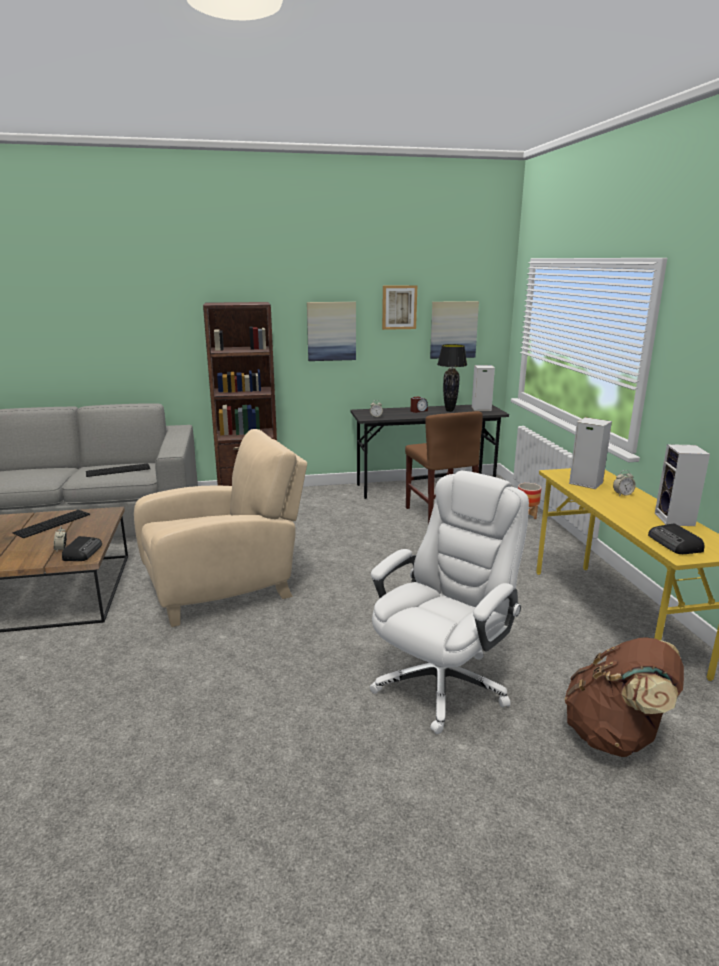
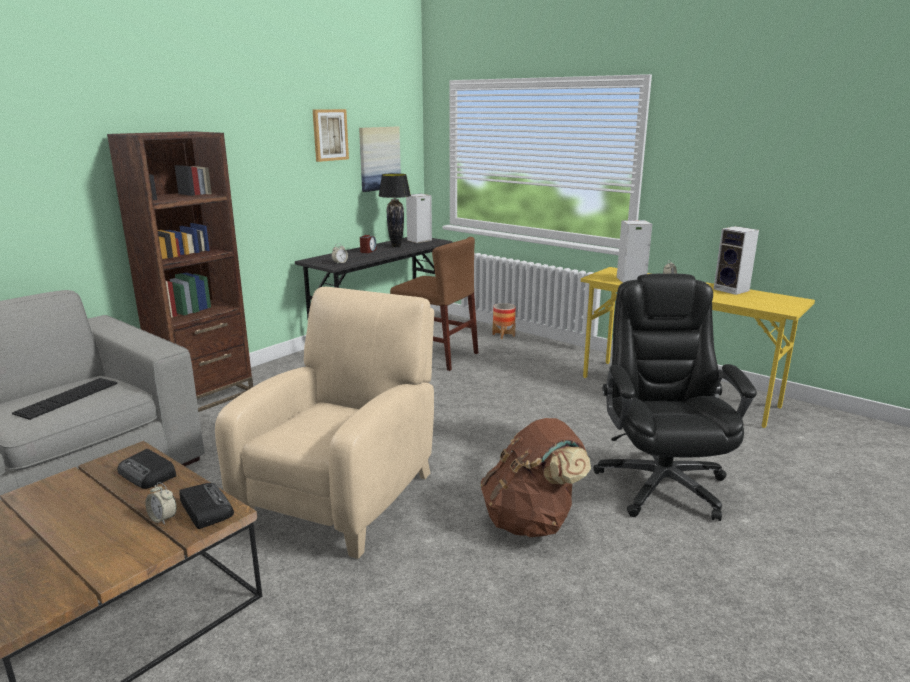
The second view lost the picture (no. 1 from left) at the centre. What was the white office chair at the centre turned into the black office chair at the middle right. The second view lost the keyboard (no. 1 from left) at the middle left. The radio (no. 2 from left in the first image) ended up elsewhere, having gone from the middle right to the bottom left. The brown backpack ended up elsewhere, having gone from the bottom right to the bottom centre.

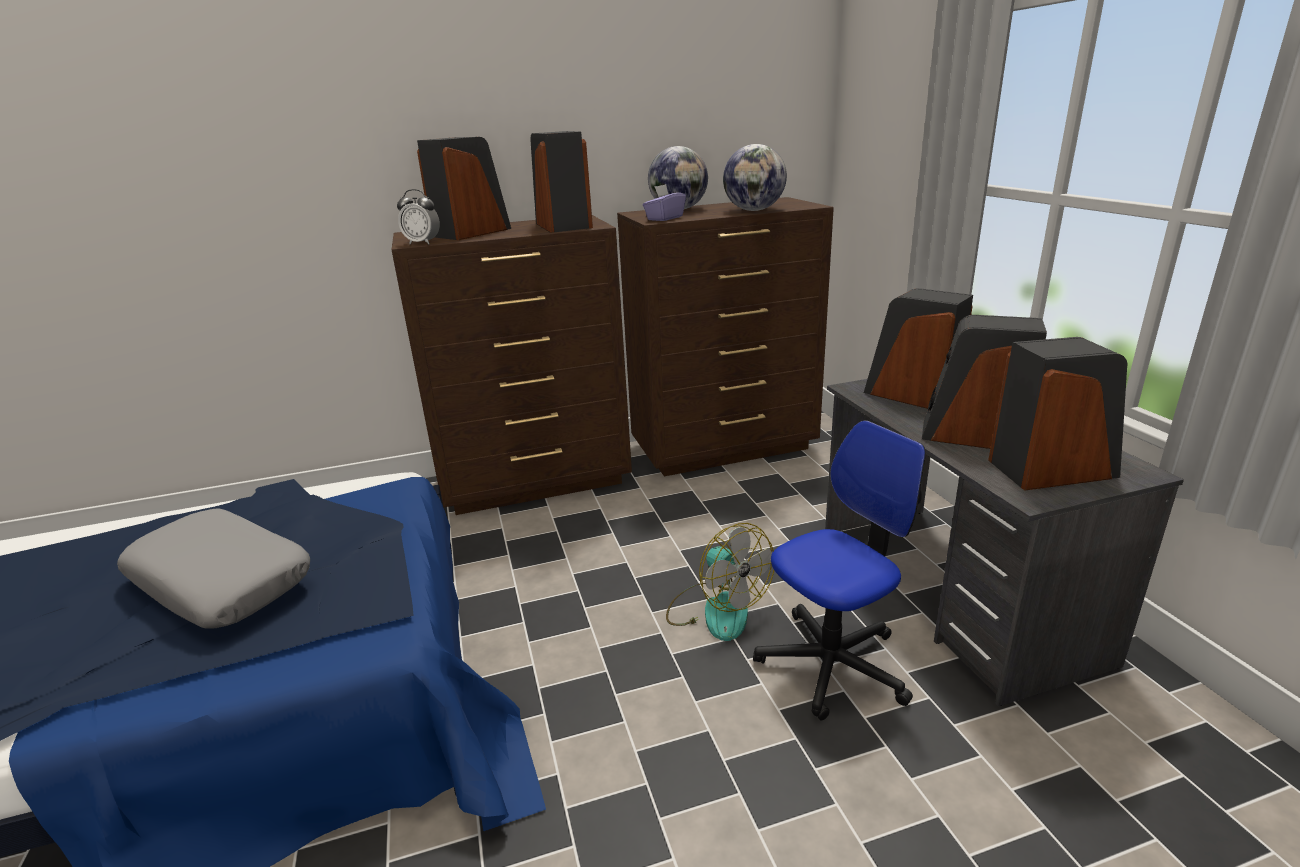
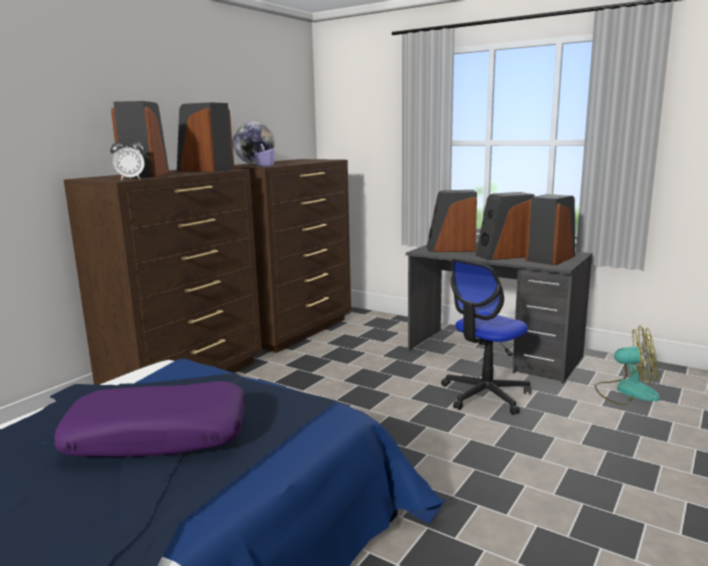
The second view lost the globe (no. 2 from left) at the top centre. The office chair at the centre ended up facing another way, 150 degrees counterclockwise from before. What was the grey pillow at the middle left turned into the purple pillow at the bottom left. The fan ended up elsewhere, having gone from the bottom centre to the middle right.

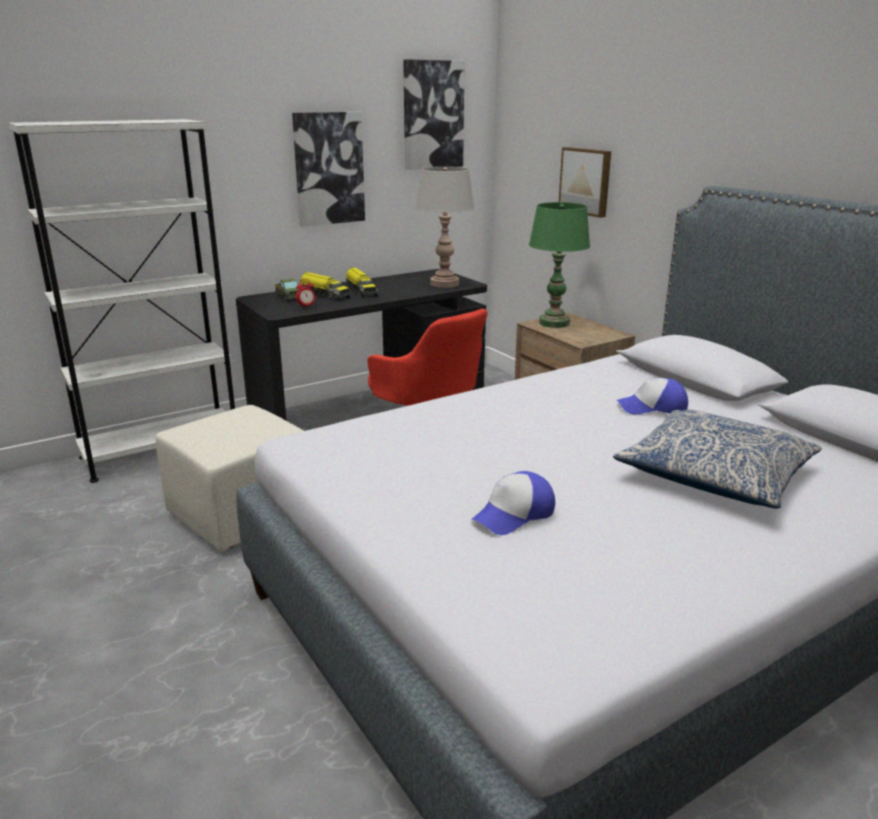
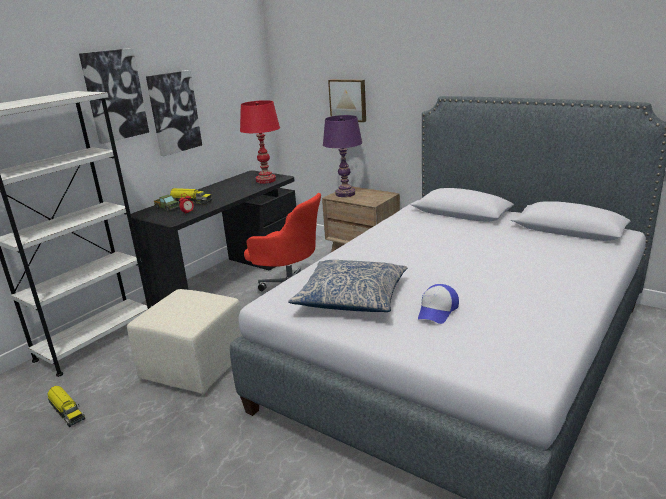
The picture (no. 2 from left in the first image) ended up elsewhere, having gone from the top centre to the top left. What was the grey table lamp at the top centre turned into the red table lamp at the top centre. What was the green table lamp at the top centre turned into the purple table lamp at the top centre. The toy truck (no. 3 from left in the first image) ended up elsewhere, having gone from the centre to the bottom left. The second view lost the cap (no. 2 from left) at the middle right. The pillow ended up elsewhere, having gone from the middle right to the centre.

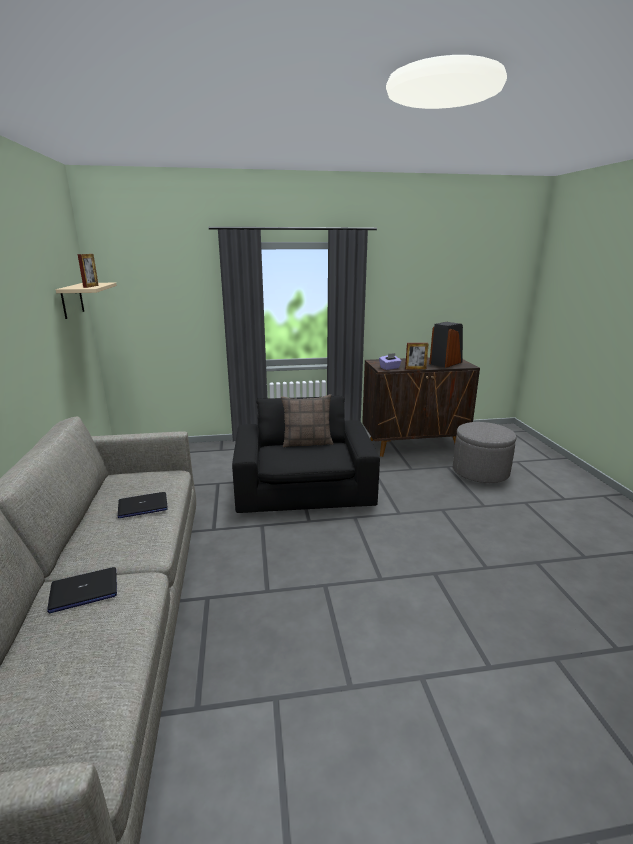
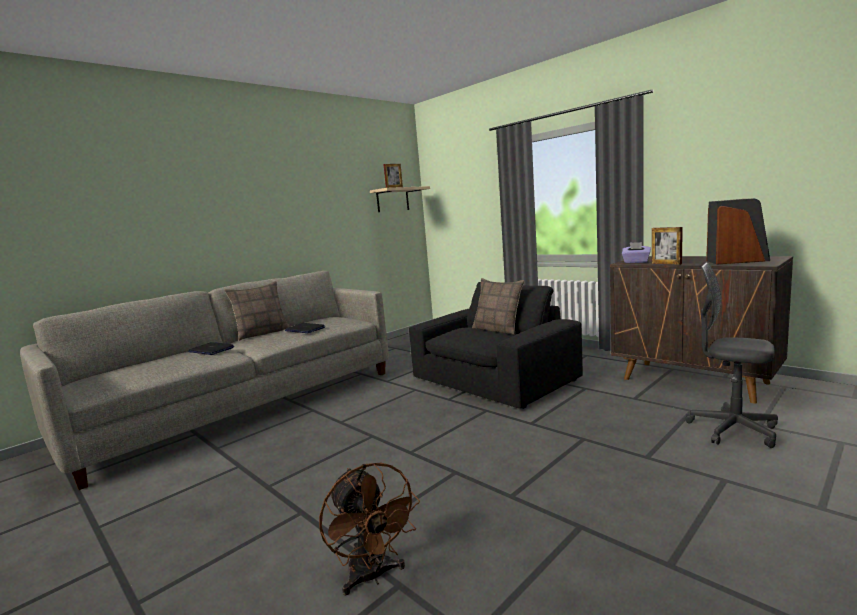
Where the grey ottoman stood at the middle right, the grey office chair came to stand at the middle right. The second view gained the pillow (no. 1 from left) at the middle left. The second view gained the brown fan at the bottom centre.

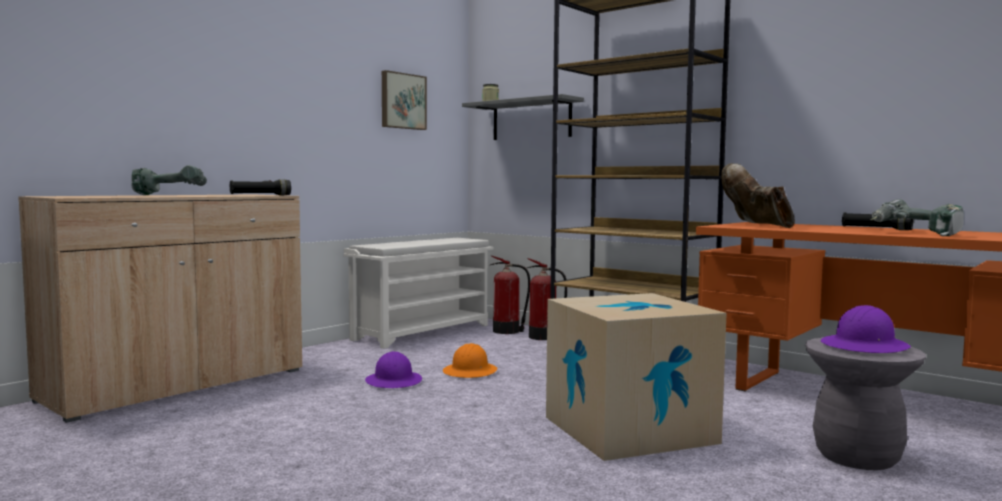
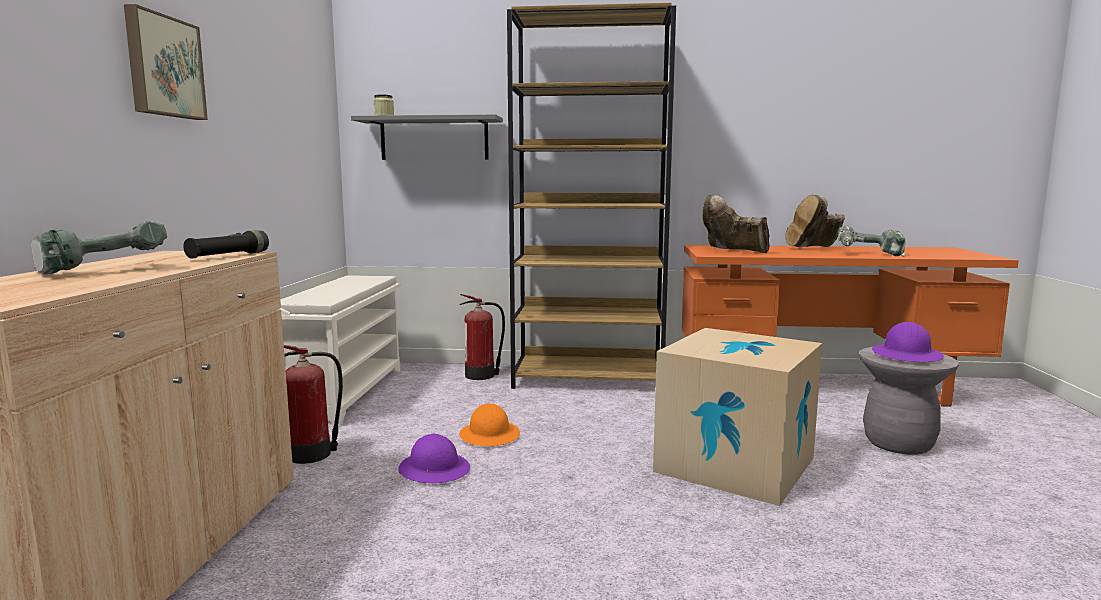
The picture ended up elsewhere, having gone from the top centre to the top left. Where the black flashlight (no. 2 from left) stood at the middle right, the brown boot (no. 2 from left) came to stand at the middle right. The fire extinguisher (no. 1 from left) ended up elsewhere, having gone from the centre to the bottom left.

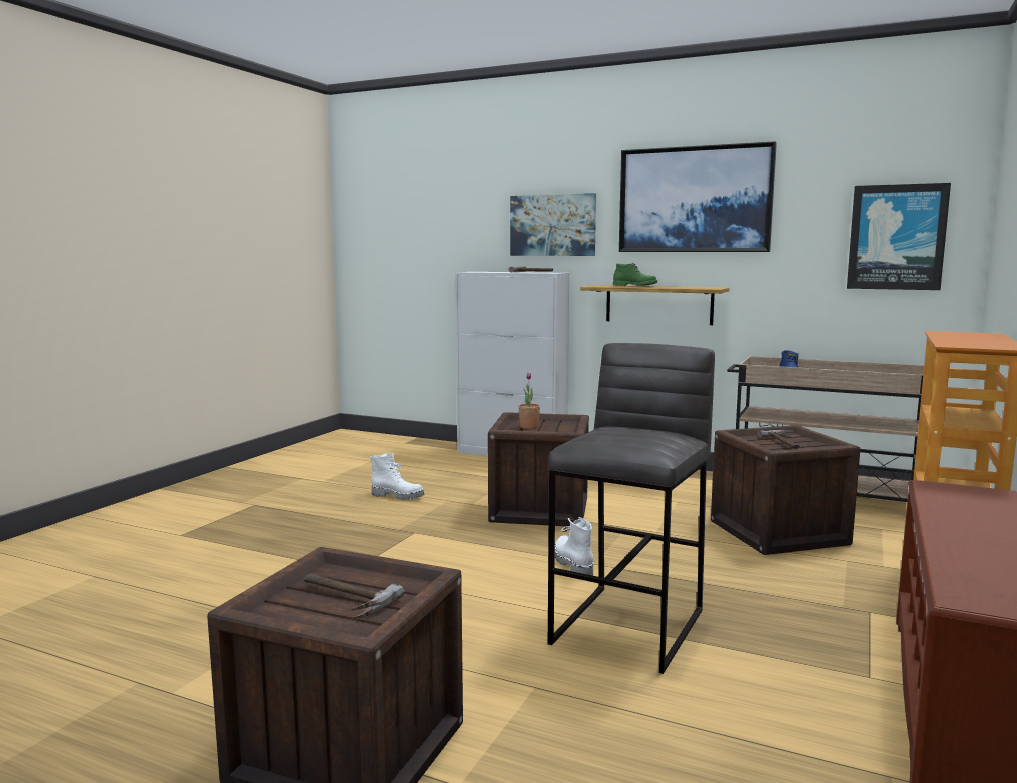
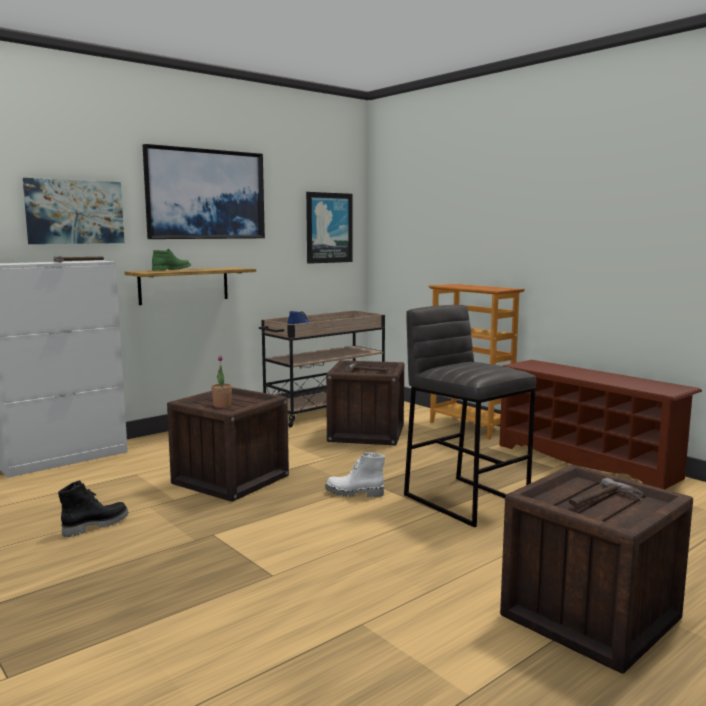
What was the white boot (no. 1 from left) at the centre turned into the black boot at the bottom left.

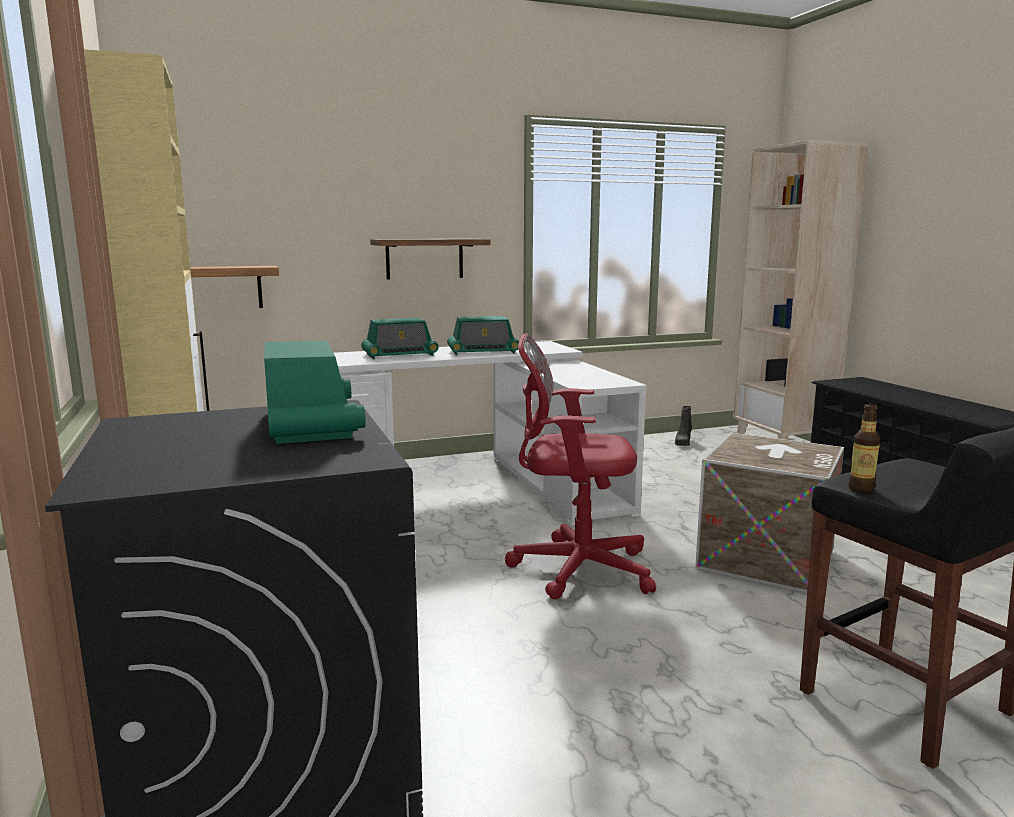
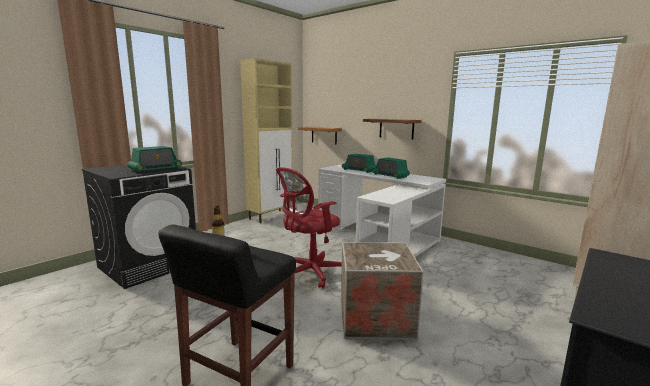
The red office chair at the centre ended up facing another way, 105 degrees counterclockwise from before. The second view lost the black boot at the middle right.

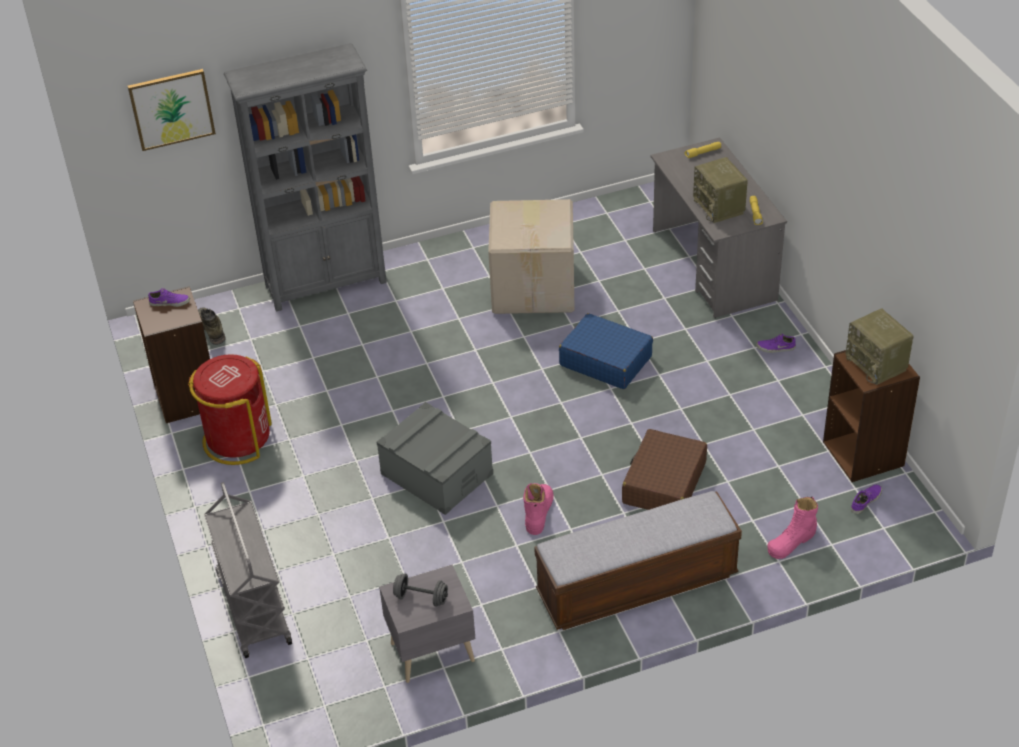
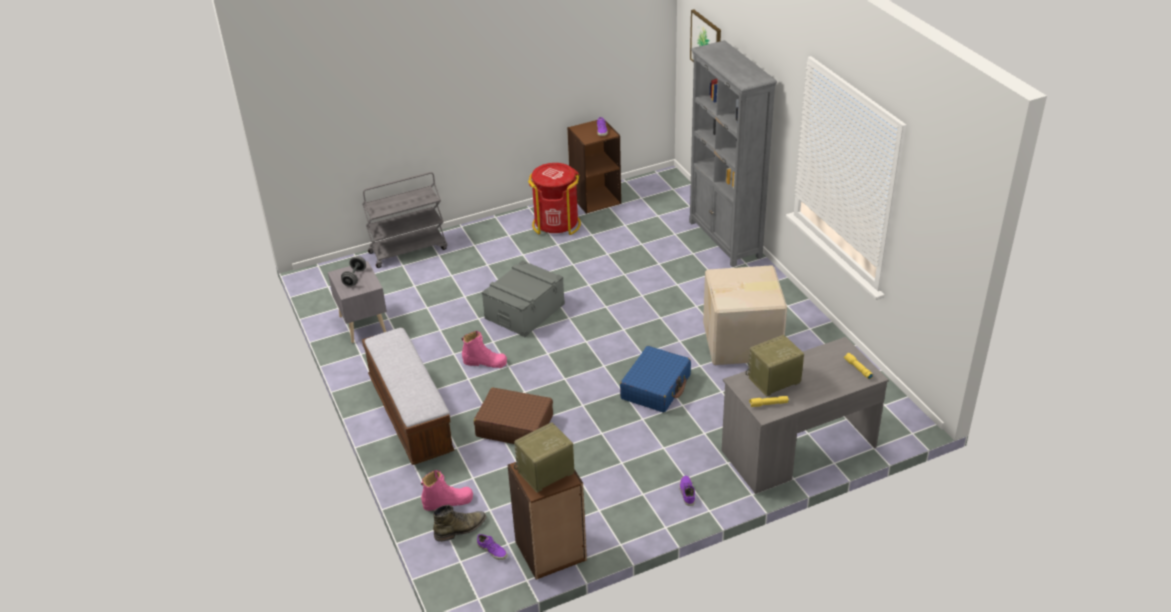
The green boot ended up elsewhere, having gone from the middle left to the bottom centre. The pink boot (no. 2 from left in the first image) at the bottom right ended up facing another way, 120 degrees clockwise from before.

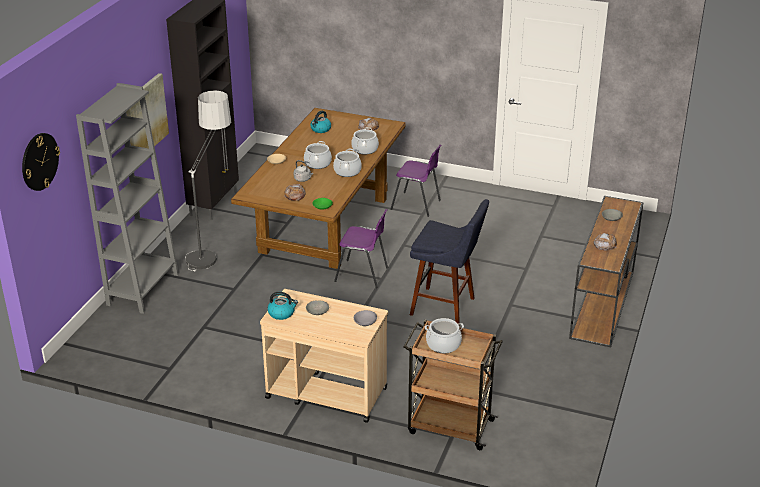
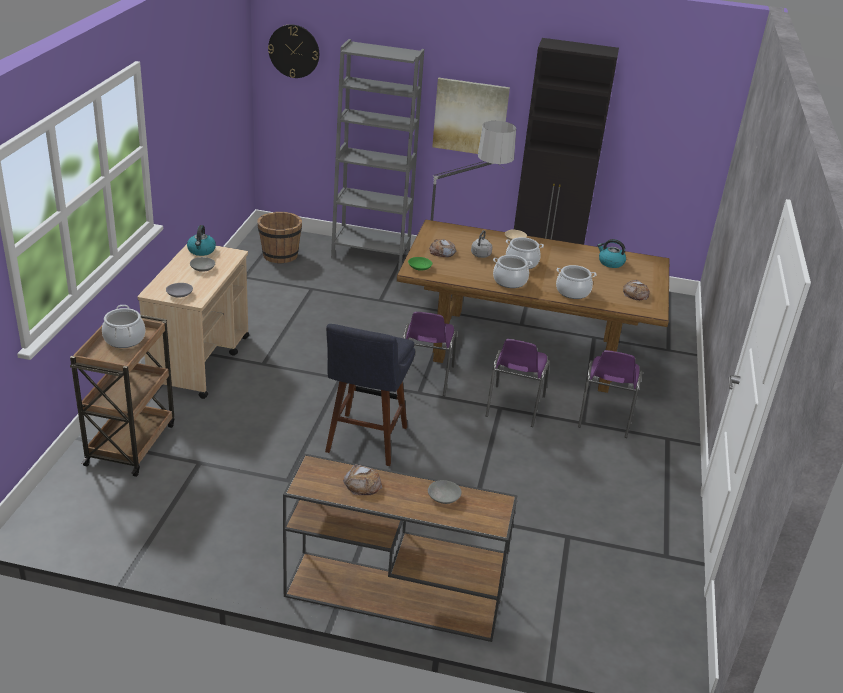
The second view gained the brown bucket at the middle left. The second view gained the purple chair (no. 2 from left) at the centre.

